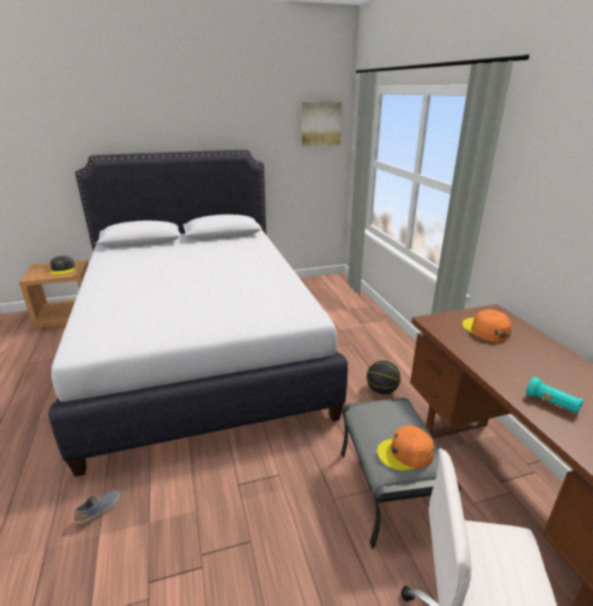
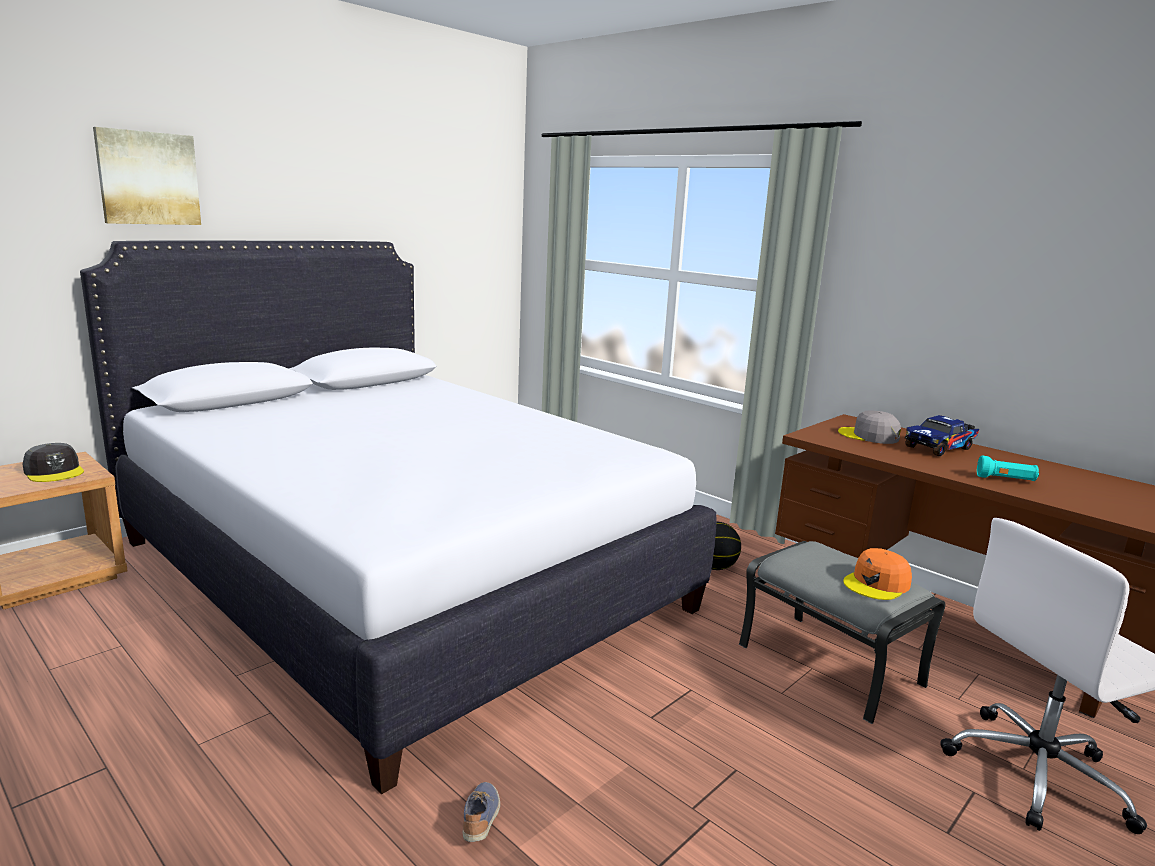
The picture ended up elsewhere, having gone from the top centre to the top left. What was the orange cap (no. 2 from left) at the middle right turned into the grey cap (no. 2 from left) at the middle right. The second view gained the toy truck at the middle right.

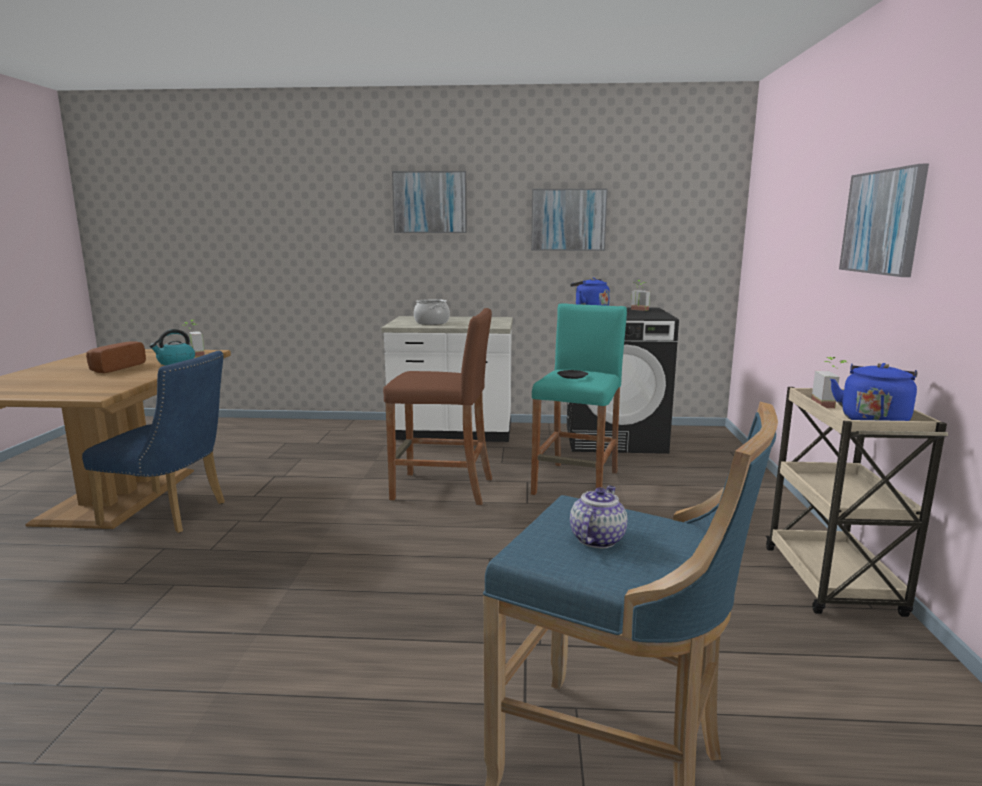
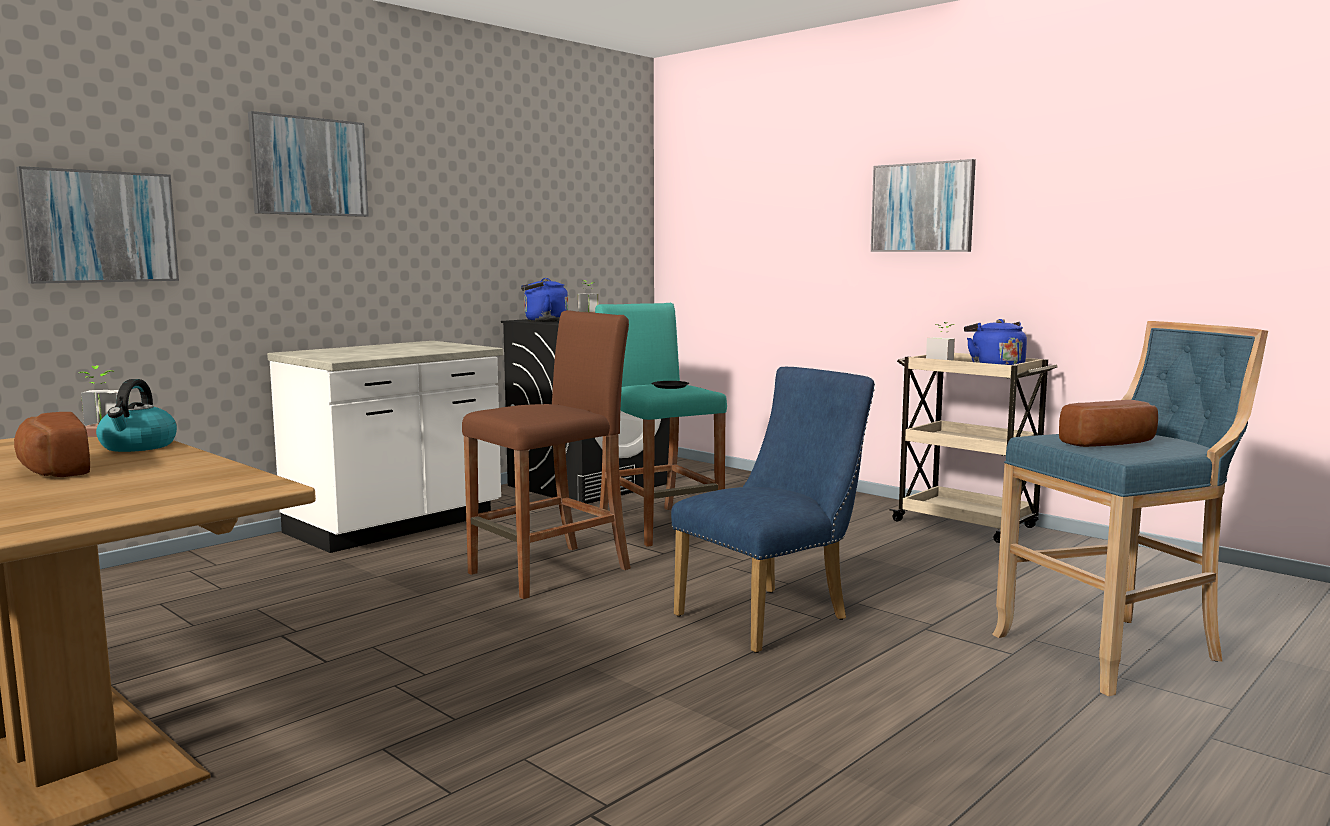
The picture (no. 2 from left in the first image) ended up elsewhere, having gone from the top centre to the top left. The second view lost the cooking pot at the centre. The blue chair ended up elsewhere, having gone from the middle left to the centre. Where the teapot stood at the centre, the bread (no. 2 from left) came to stand at the middle right.

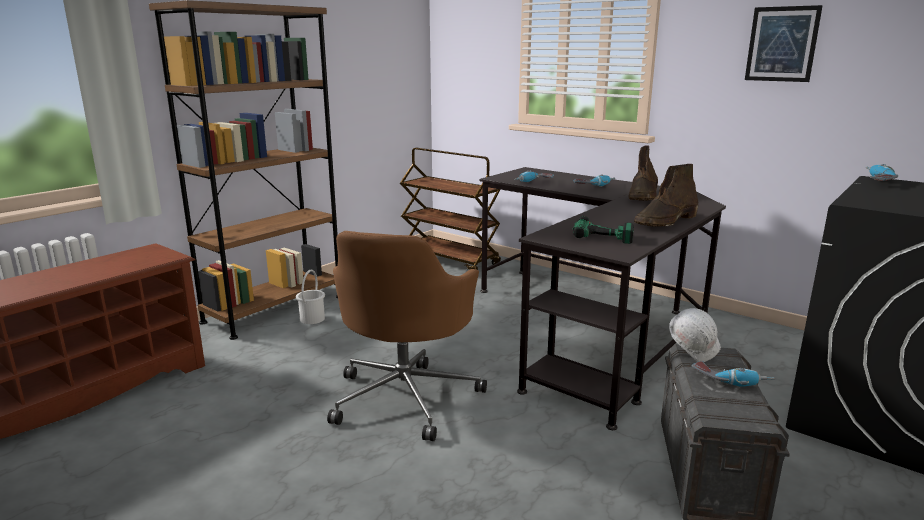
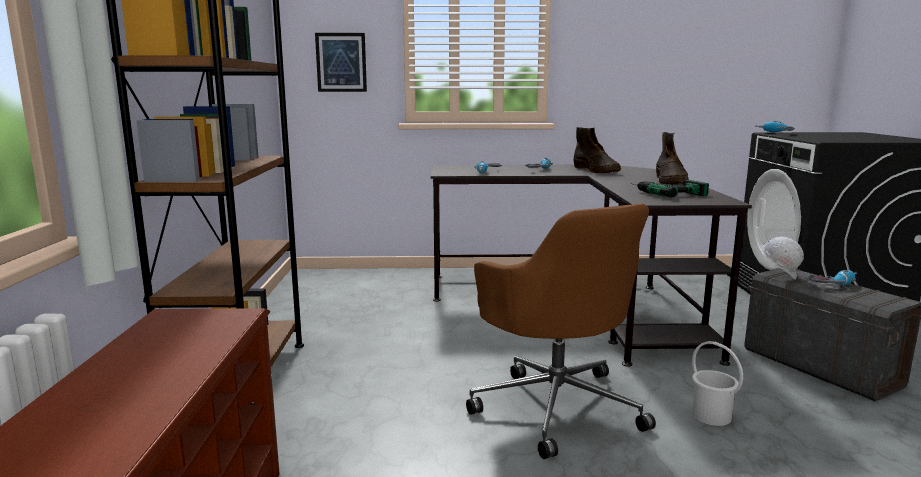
The picture ended up elsewhere, having gone from the top right to the top centre. The second view lost the brown cart at the centre. The white bucket ended up elsewhere, having gone from the centre to the bottom right.

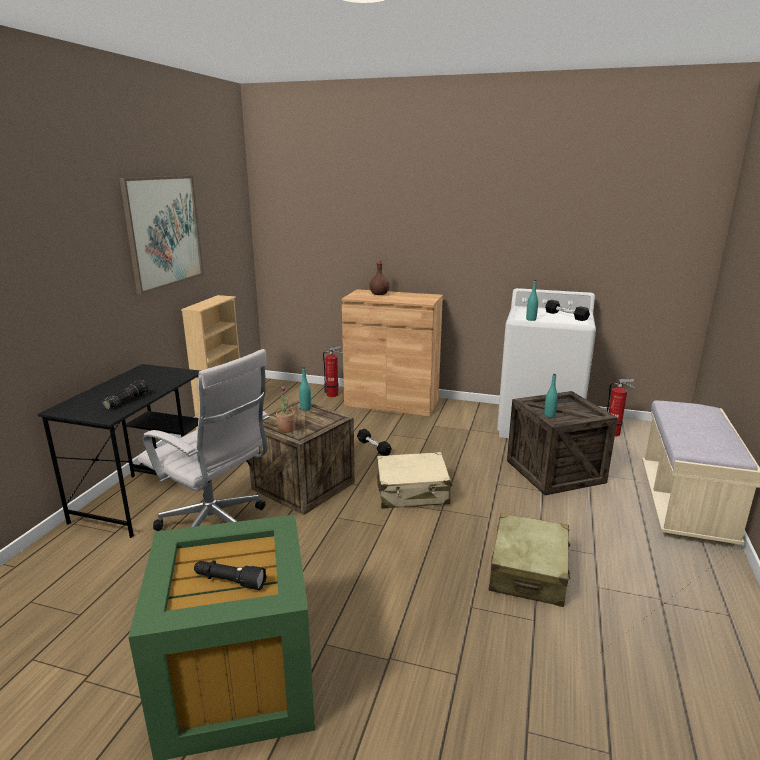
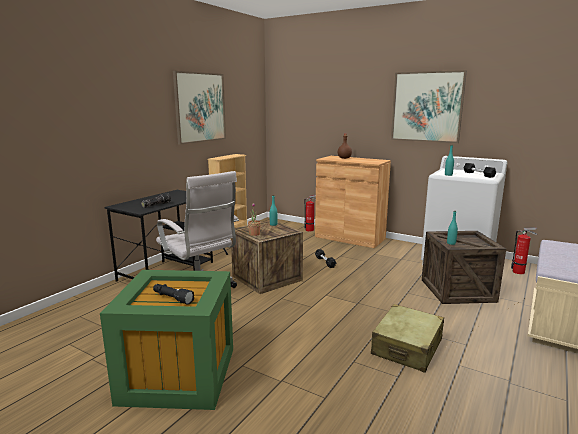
The second view lost the beige suitcase (no. 1 from left) at the centre. The second view gained the picture (no. 2 from left) at the top right.

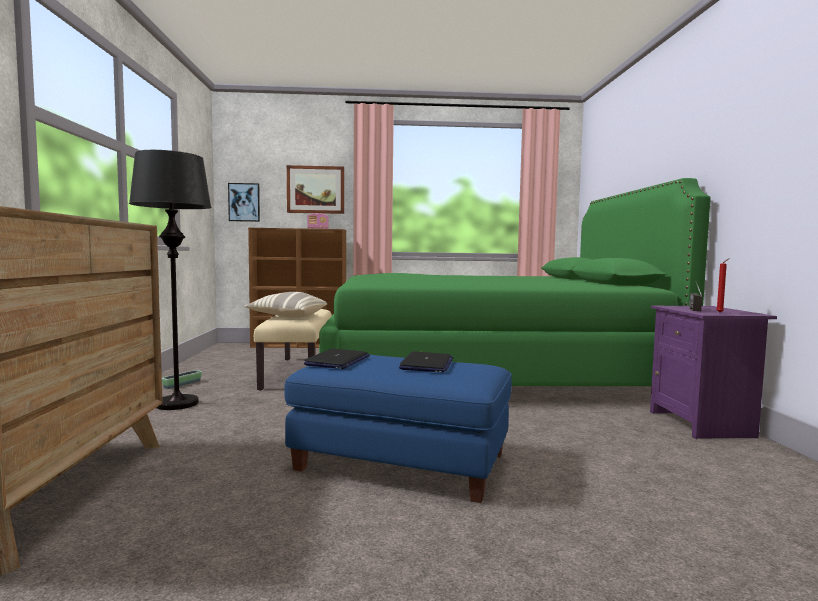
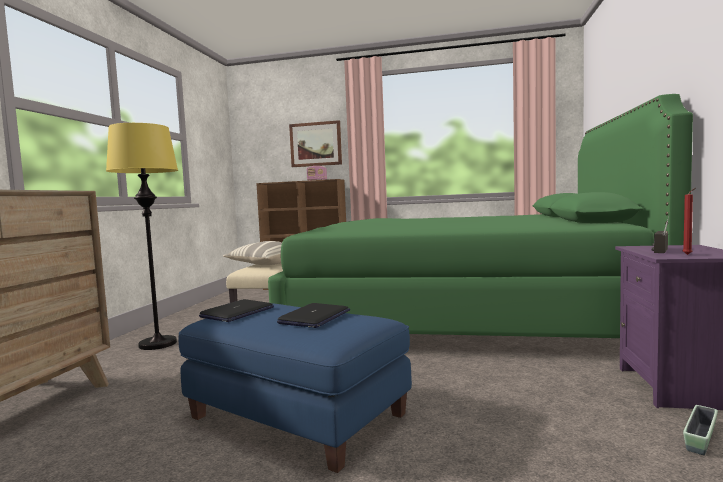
What was the black floor lamp at the middle left turned into the yellow floor lamp at the middle left. The second view lost the picture (no. 1 from left) at the middle left. The planter ended up elsewhere, having gone from the middle left to the bottom right.

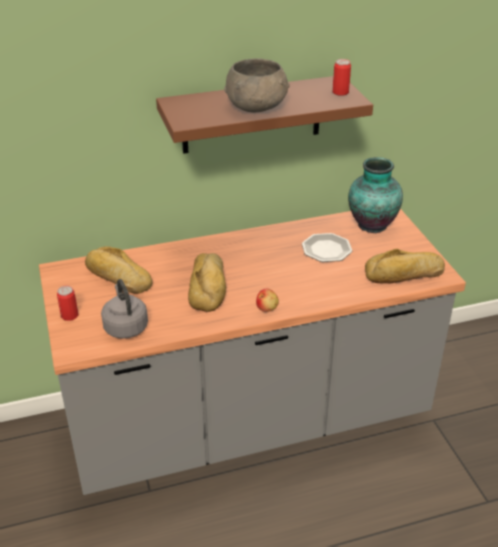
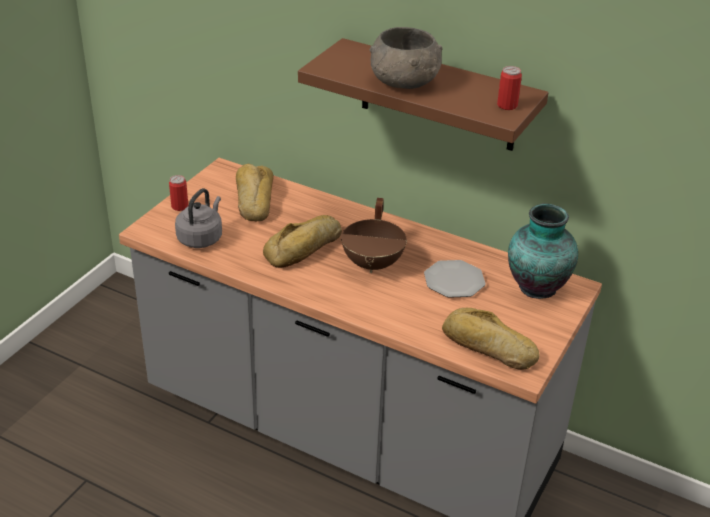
The second view lost the apple at the centre. The second view gained the brown cooking pot at the centre.

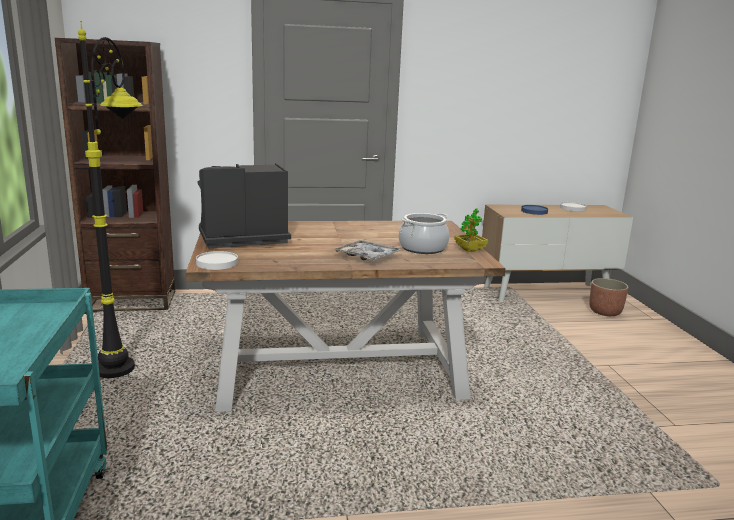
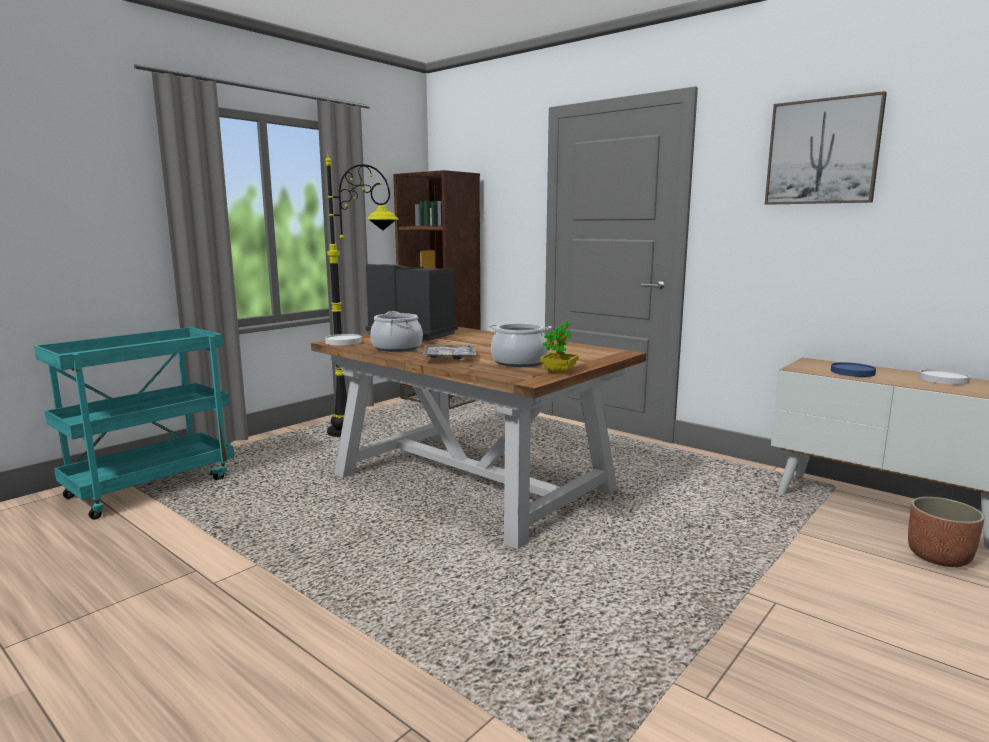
The second view gained the picture at the top right. The second view gained the cooking pot (no. 1 from left) at the centre.

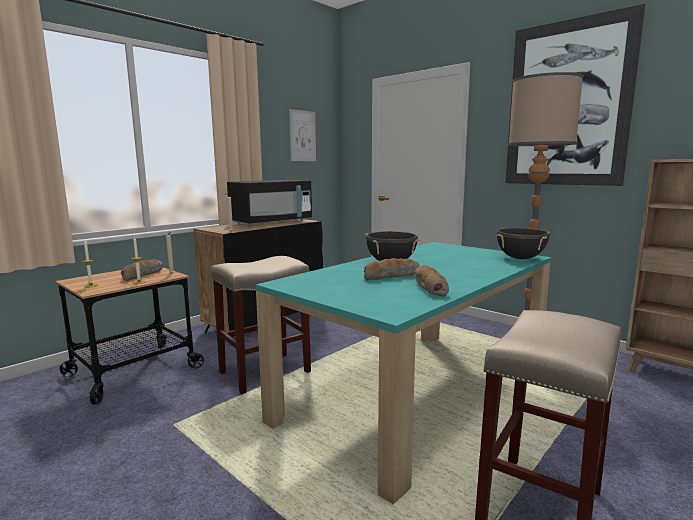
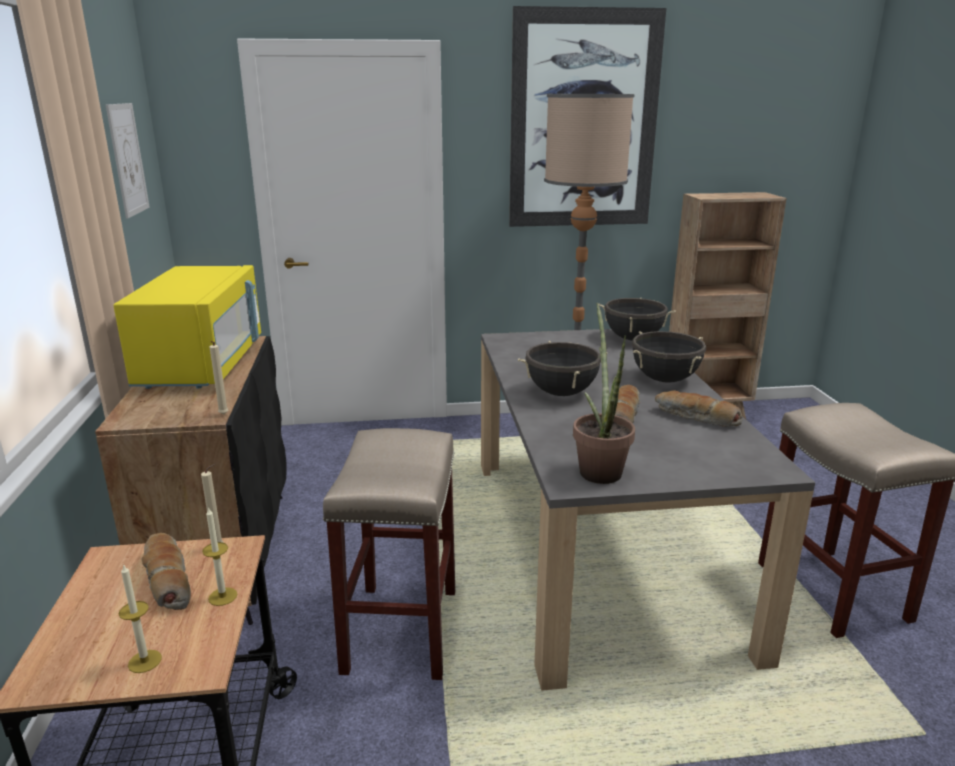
What was the black microwave at the centre turned into the yellow microwave at the middle left. What was the turquoise dining table at the bottom centre turned into the grey dining table at the middle right. The second view gained the potted plant at the centre. The second view gained the black cooking pot (no. 3 from left) at the middle right.

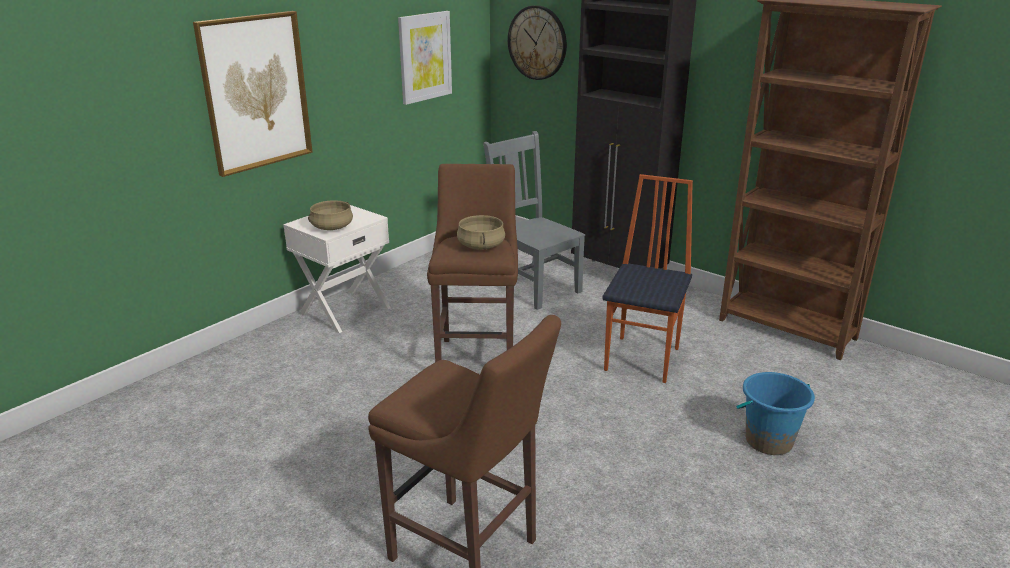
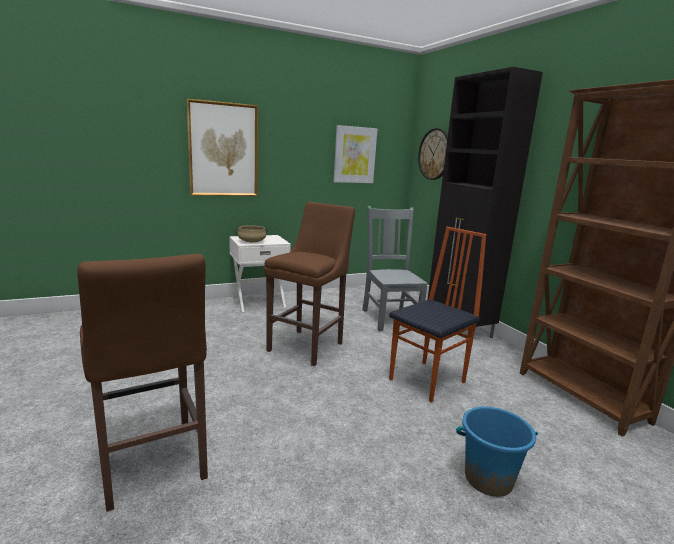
The second view lost the beige cooking pot (no. 2 from left) at the centre.

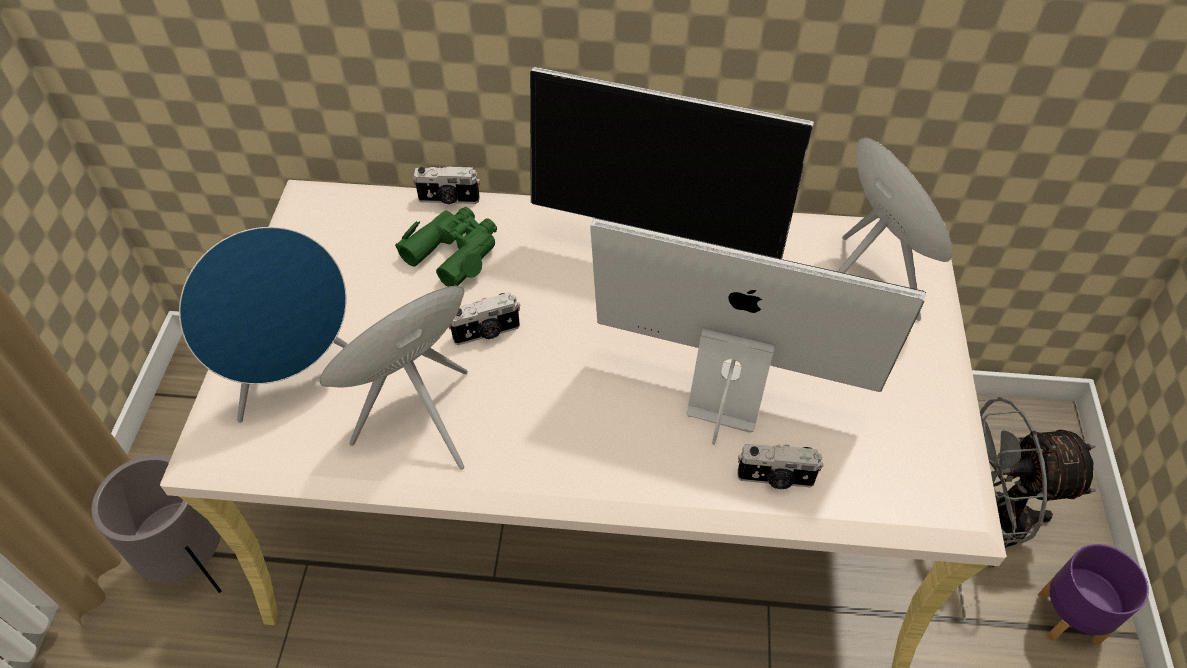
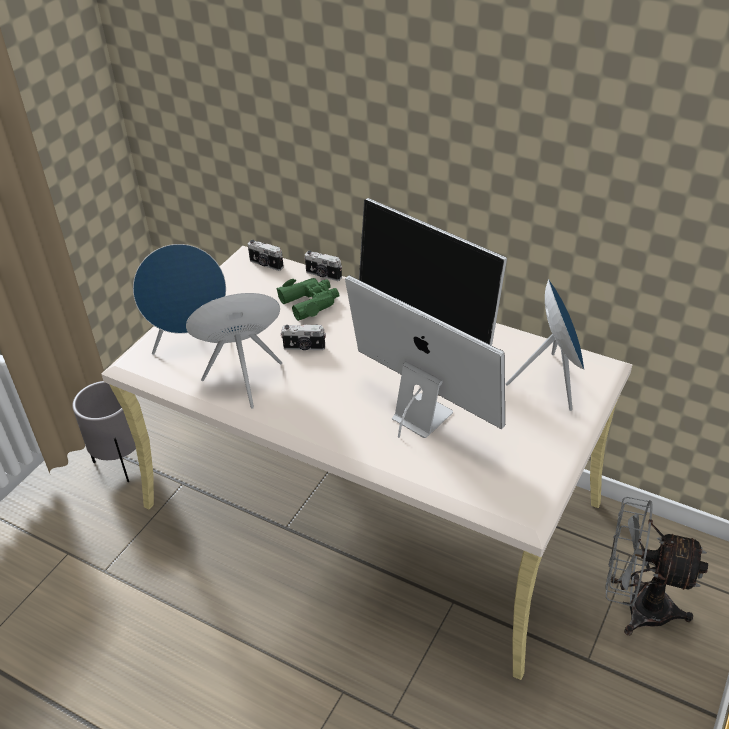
The photo camera (no. 3 from left in the first image) ended up elsewhere, having gone from the bottom centre to the centre. The second view lost the purple planter at the bottom right.

